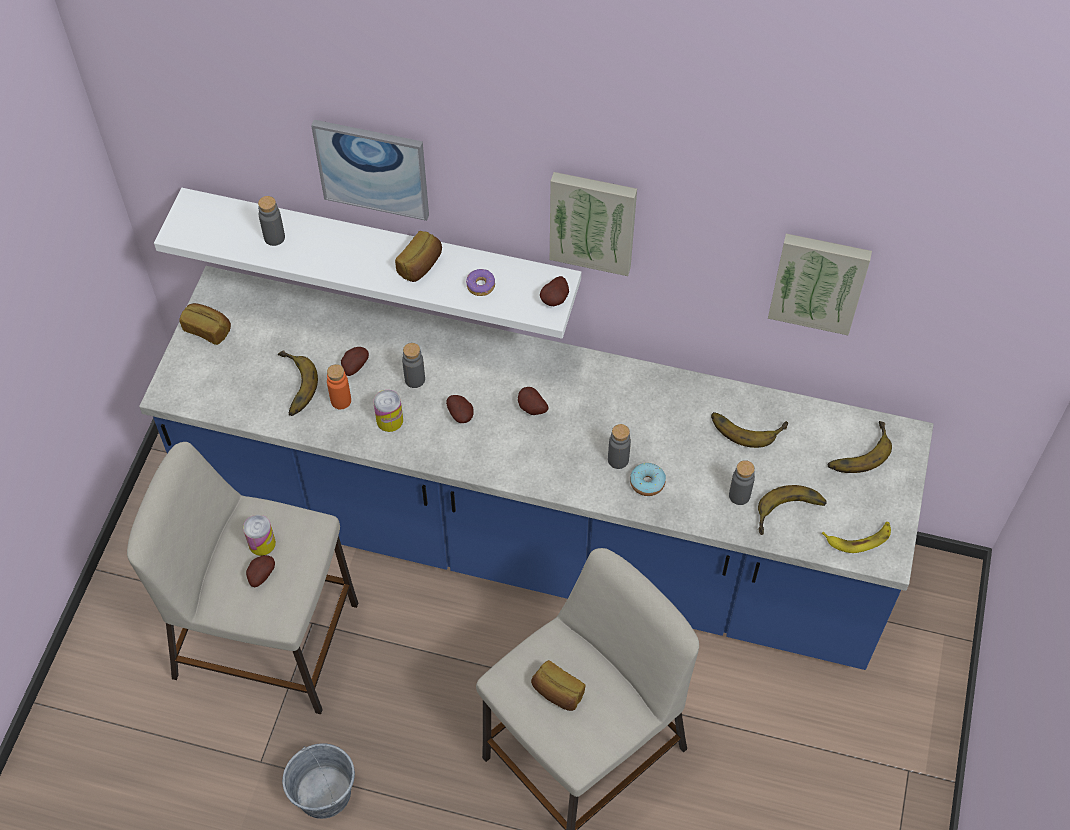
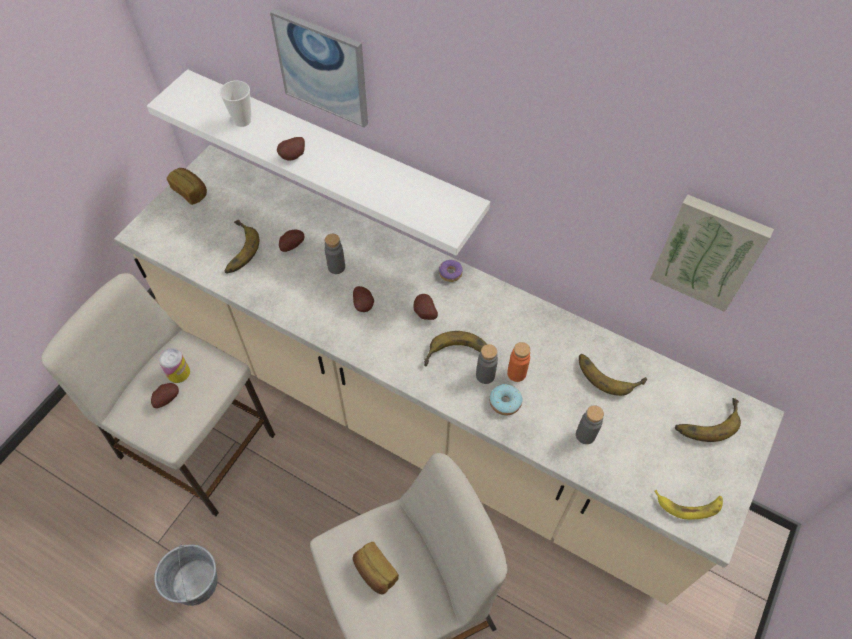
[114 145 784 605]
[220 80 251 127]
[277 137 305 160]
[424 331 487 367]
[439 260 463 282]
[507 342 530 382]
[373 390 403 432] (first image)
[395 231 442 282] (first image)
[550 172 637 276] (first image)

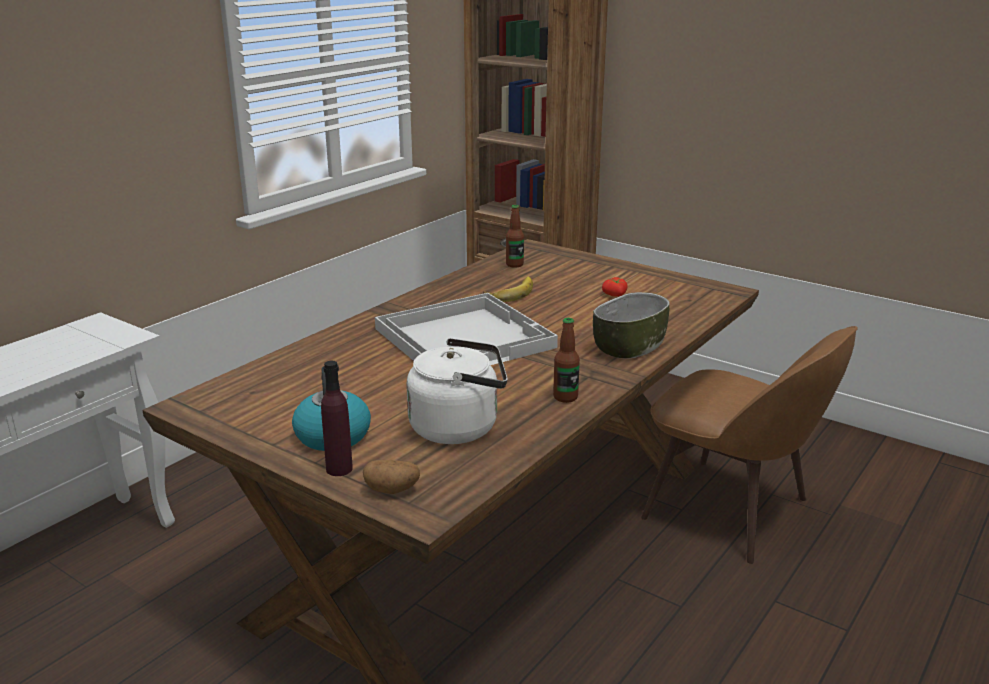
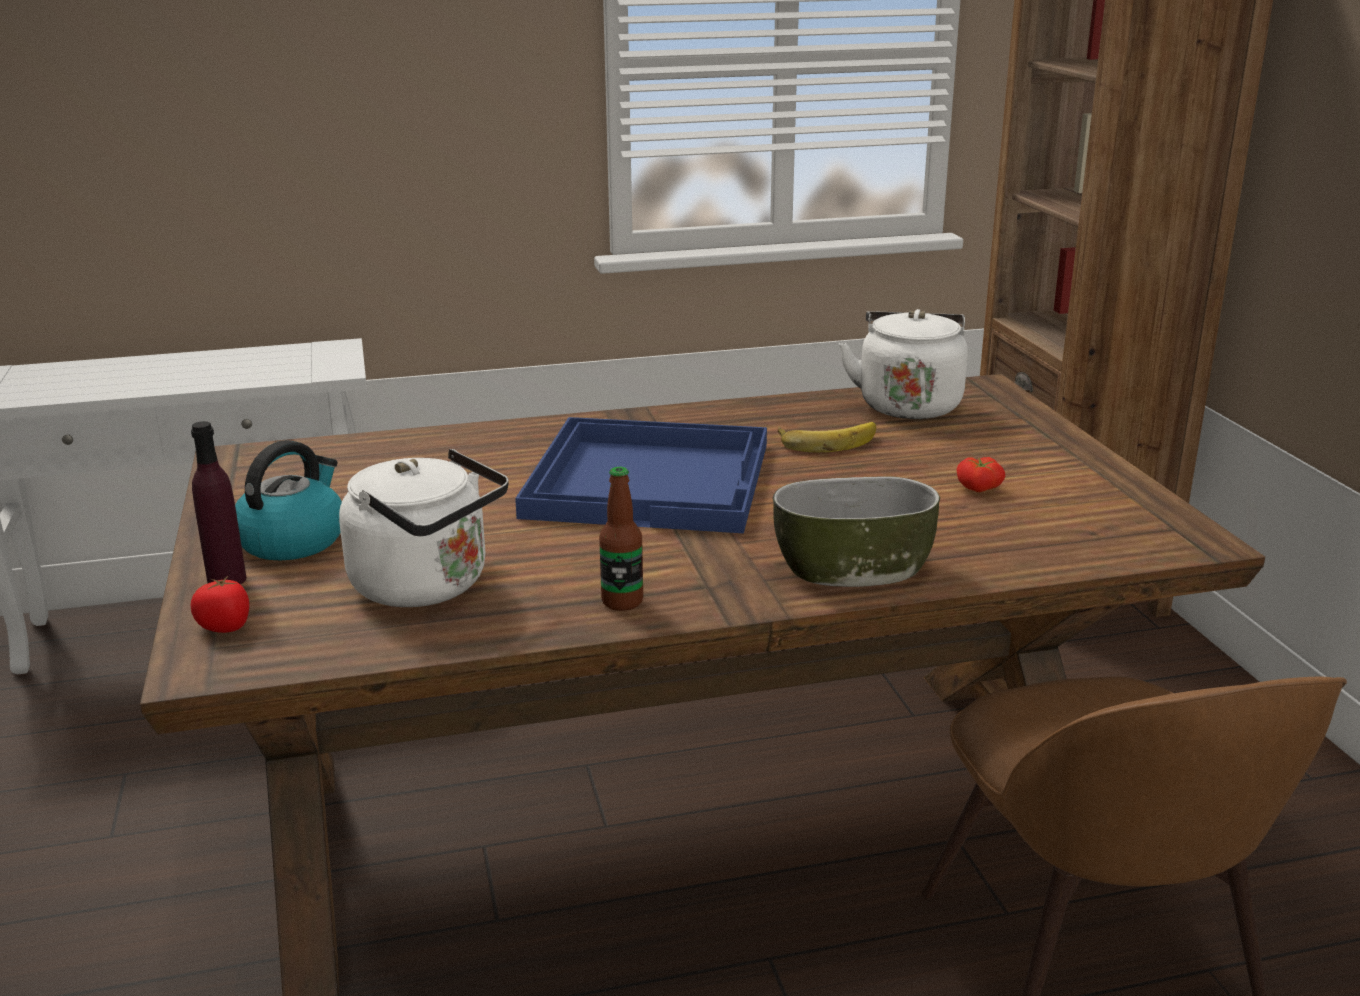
[191 575 249 633]
[515 417 767 533]
[839 309 968 419]

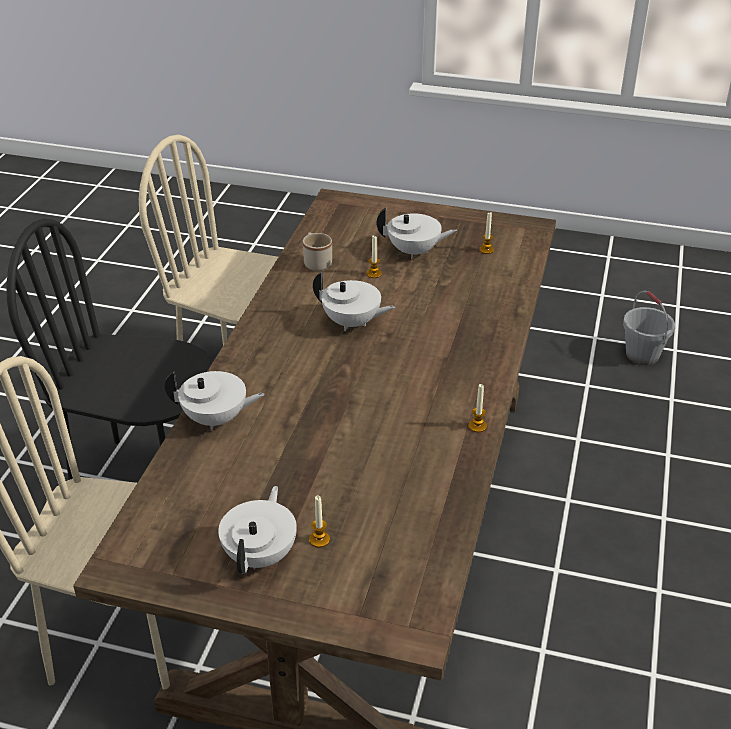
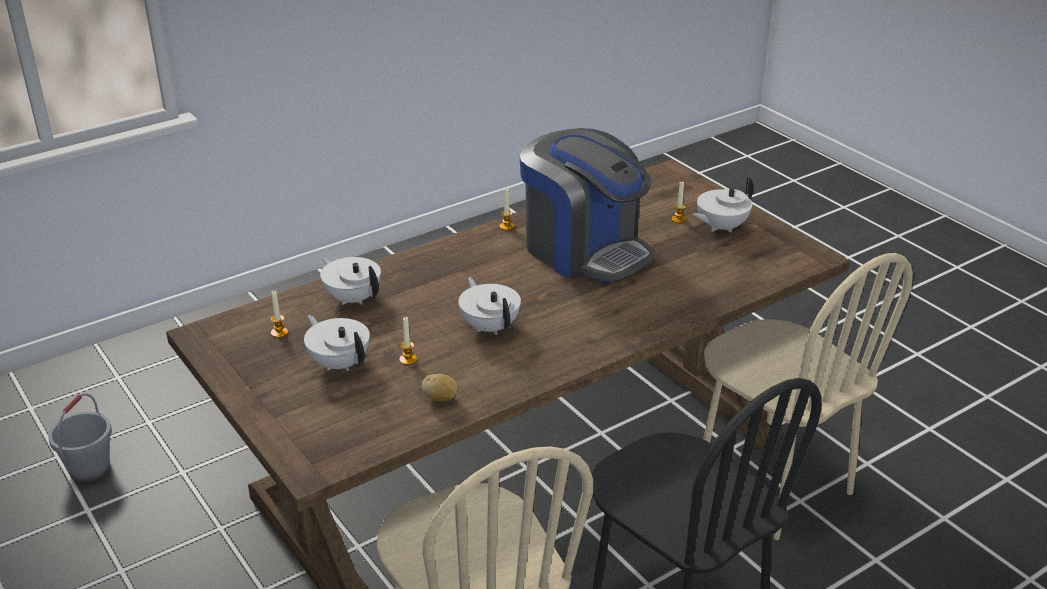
[320 255 381 305]
[422 374 458 402]
[519 128 654 282]

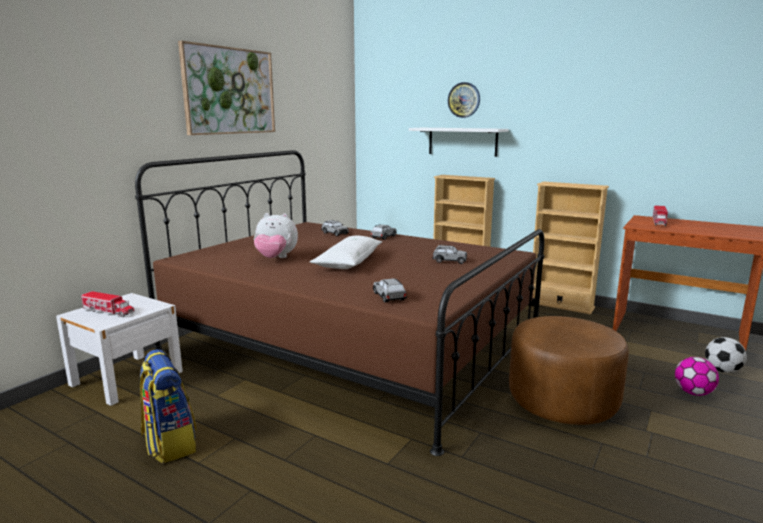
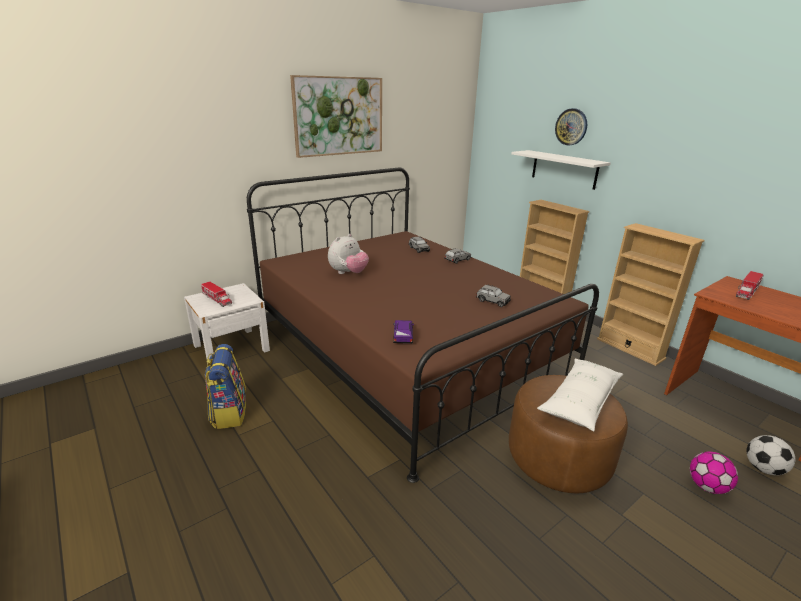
[328 234 369 274]
[393 320 414 343]
[537 359 623 431]

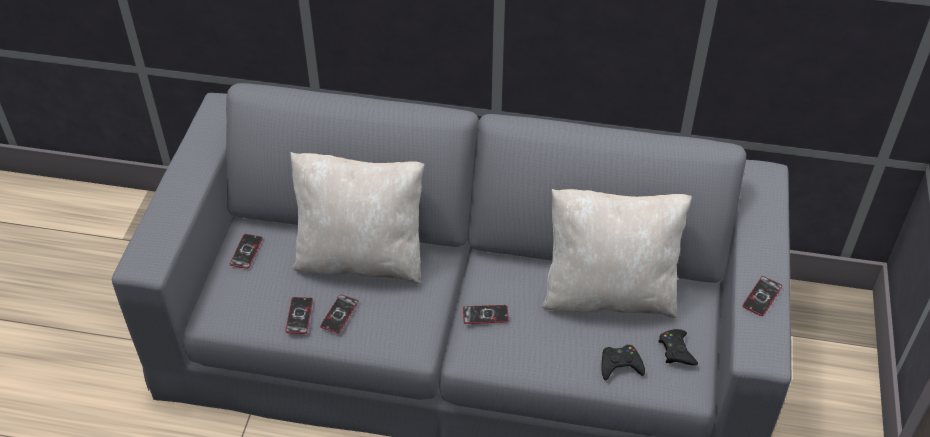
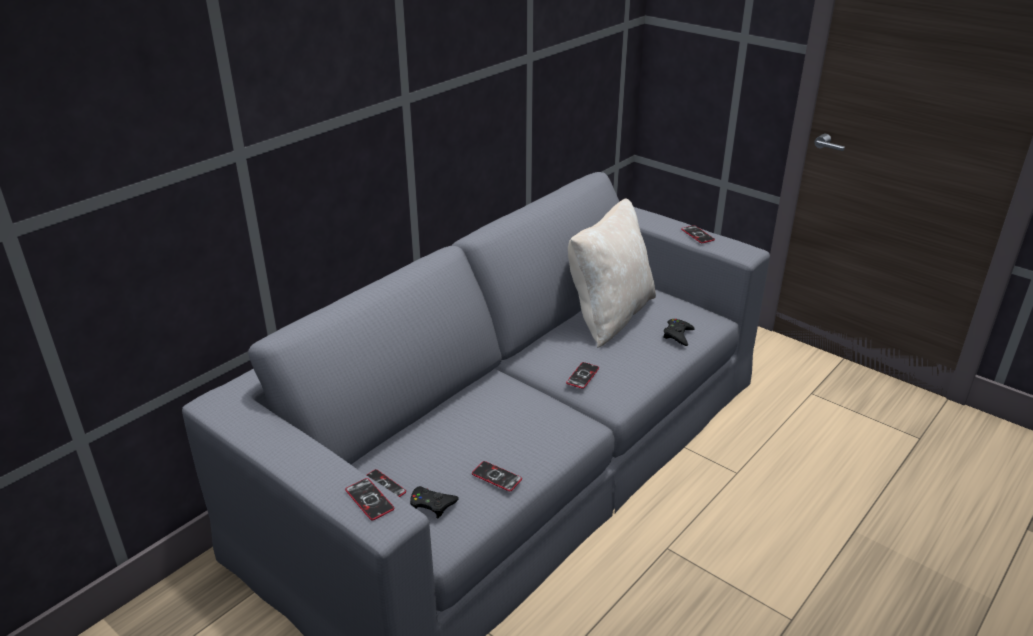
[345 478 395 520]
[410 486 459 518]
[290 152 424 284] (first image)

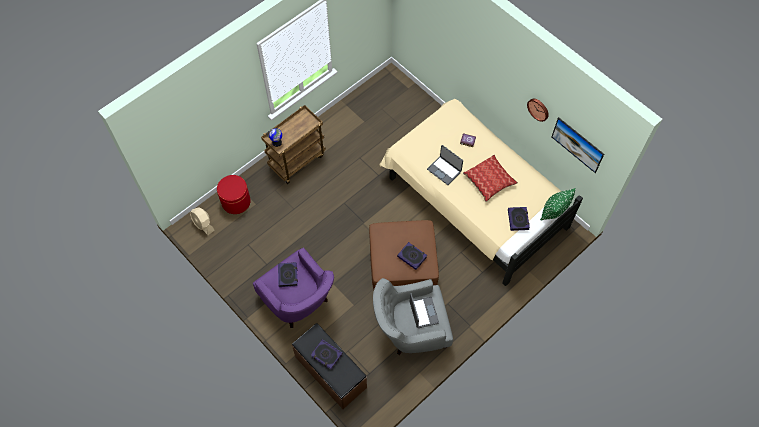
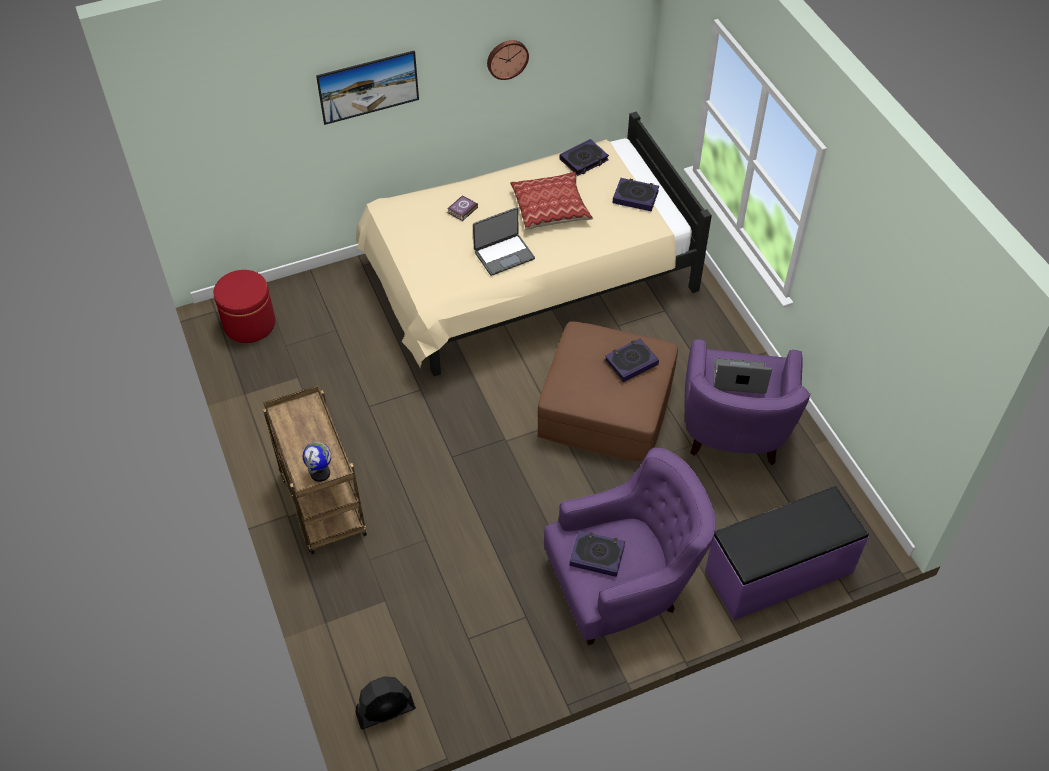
[214 270 275 343]
[316 51 419 125]
[355 676 416 729]
[560 139 609 176]
[684 339 810 465]
[705 486 869 620]
[540 188 576 221] (first image)

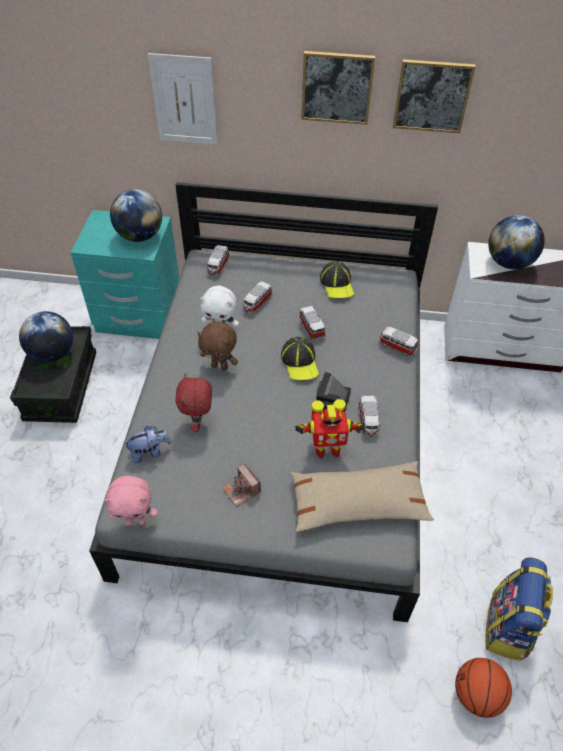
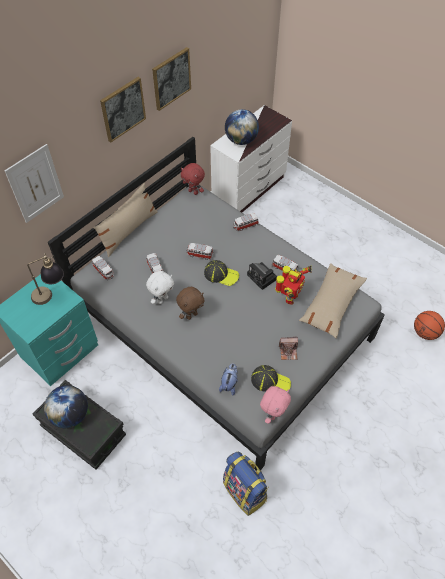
[27 253 64 305]
[94 183 158 257]
[181 163 205 195]
[223 452 269 516]
[251 365 291 391]

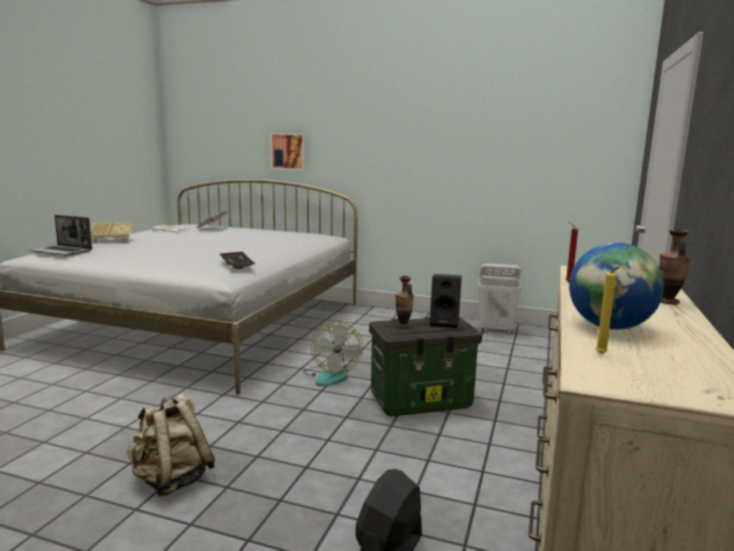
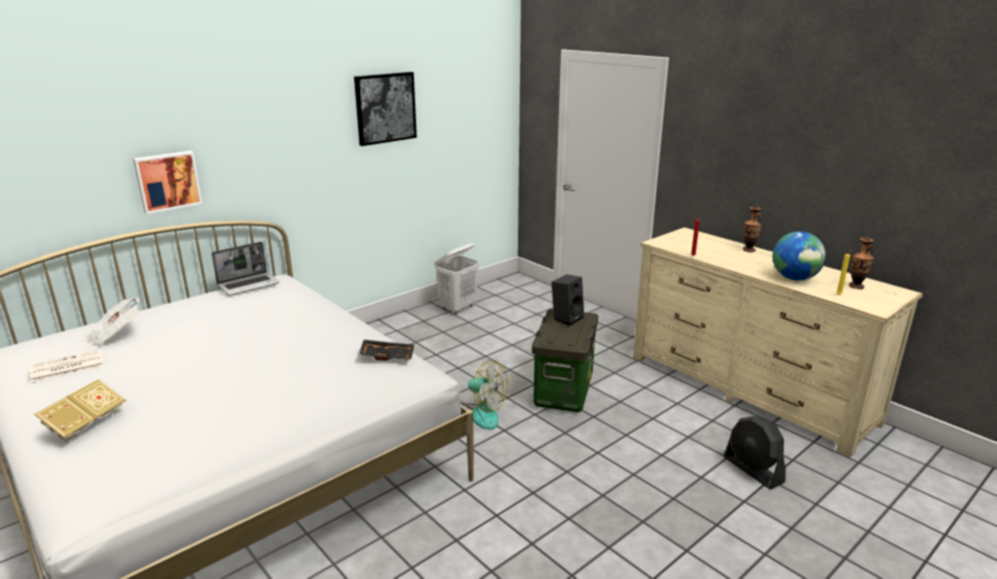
[212 242 280 295]
[354 72 417 146]
[849 238 873 289]
[127 394 215 497] (first image)

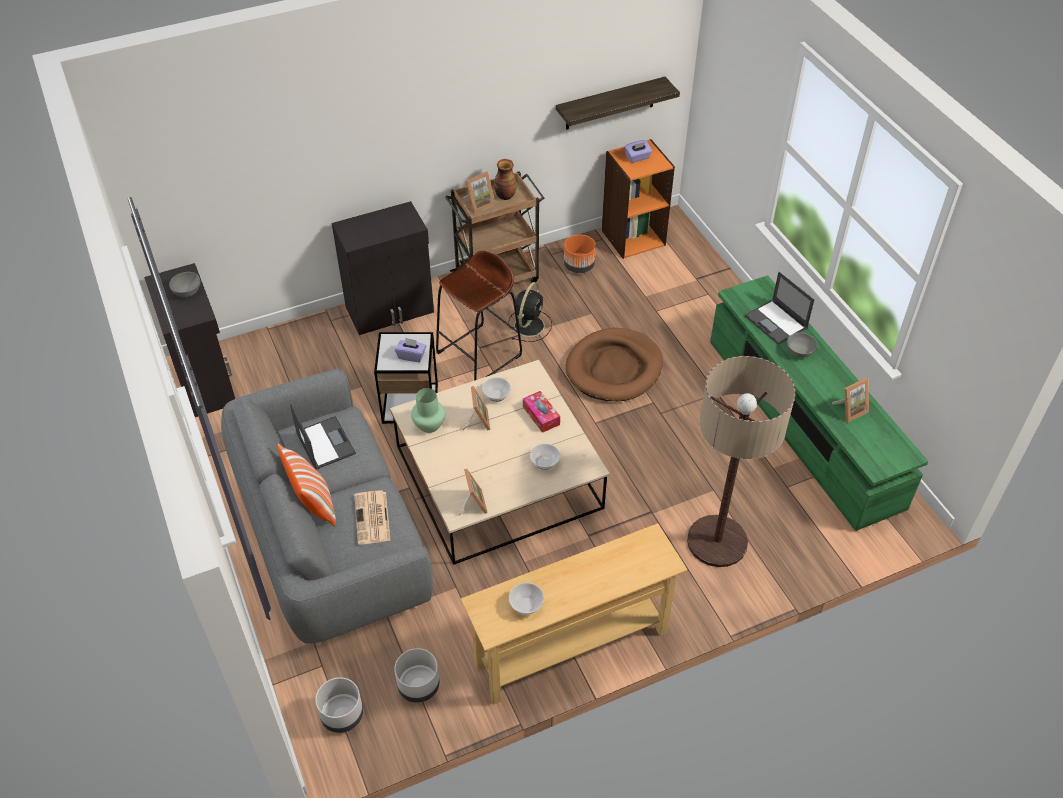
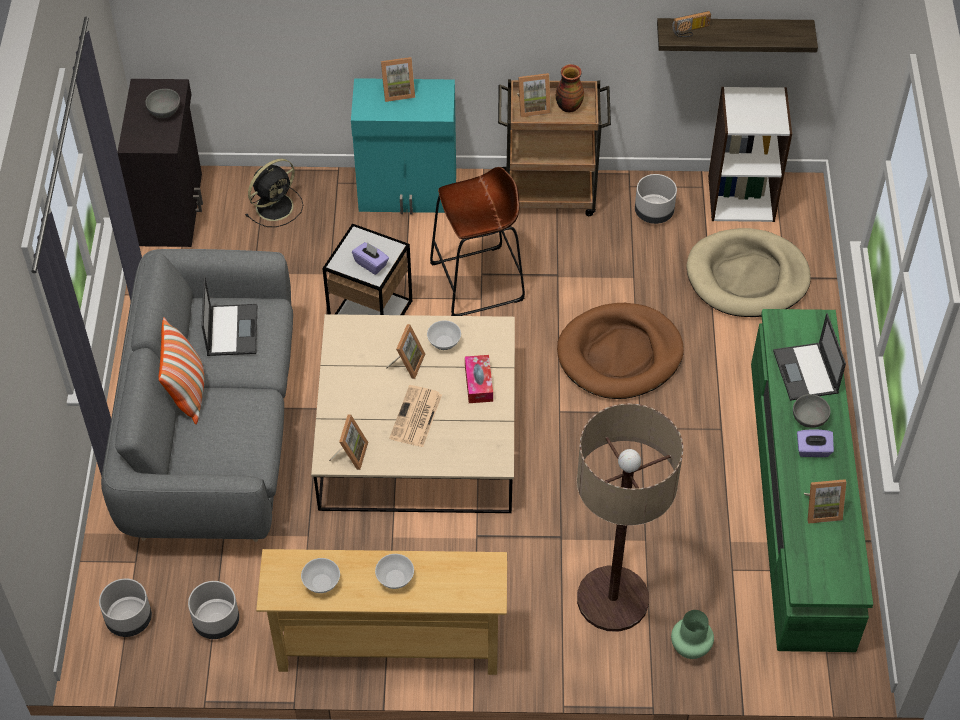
[246 159 303 227]
[351 78 456 214]
[375 554 414 589]
[381 57 415 102]
[389 385 442 447]
[635 174 677 224]
[671 610 714 659]
[672 11 711 37]
[686 228 811 317]
[708 87 792 222]
[797 429 834 457]

